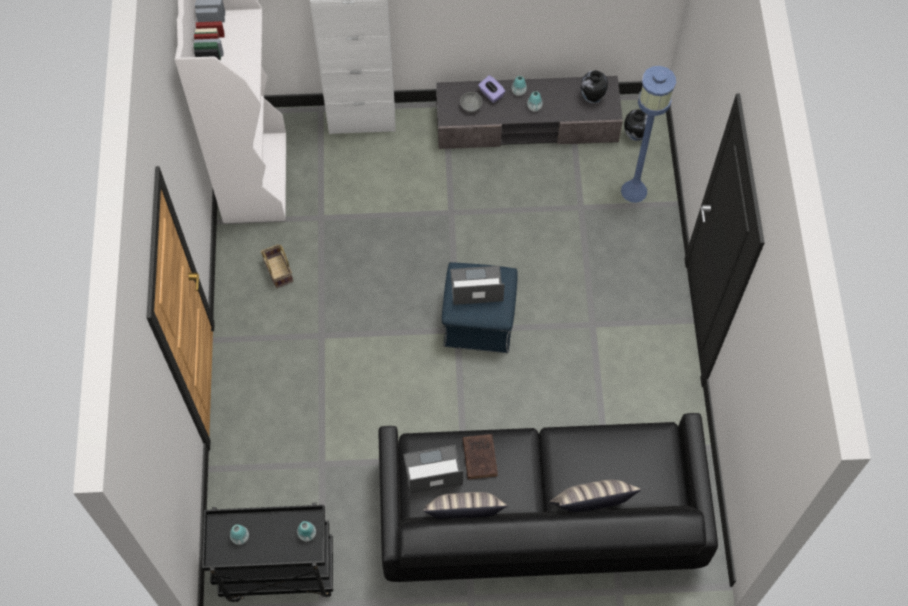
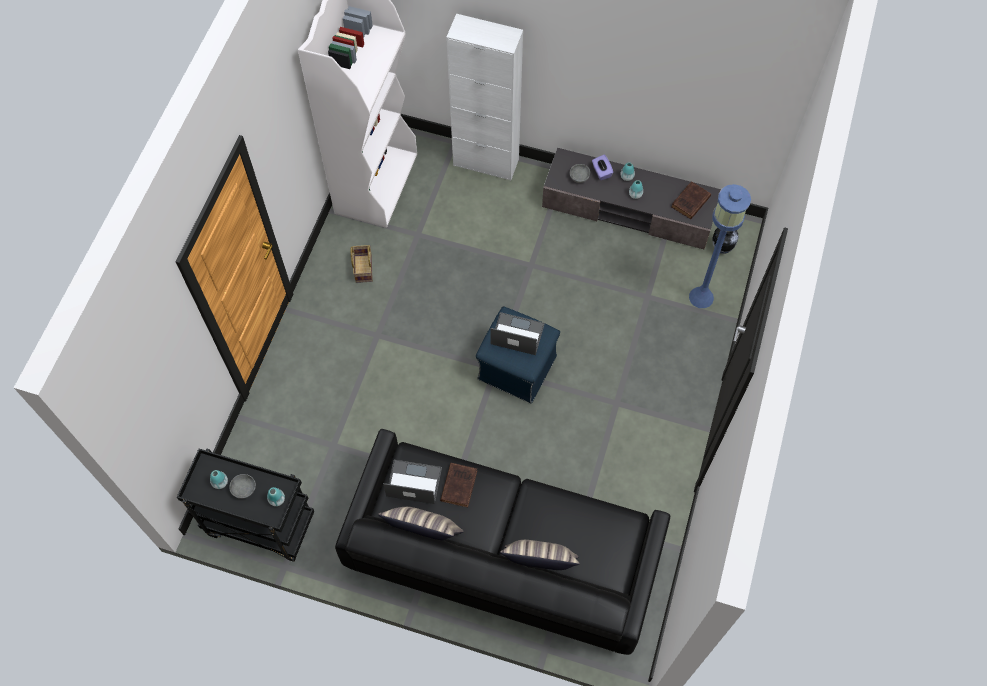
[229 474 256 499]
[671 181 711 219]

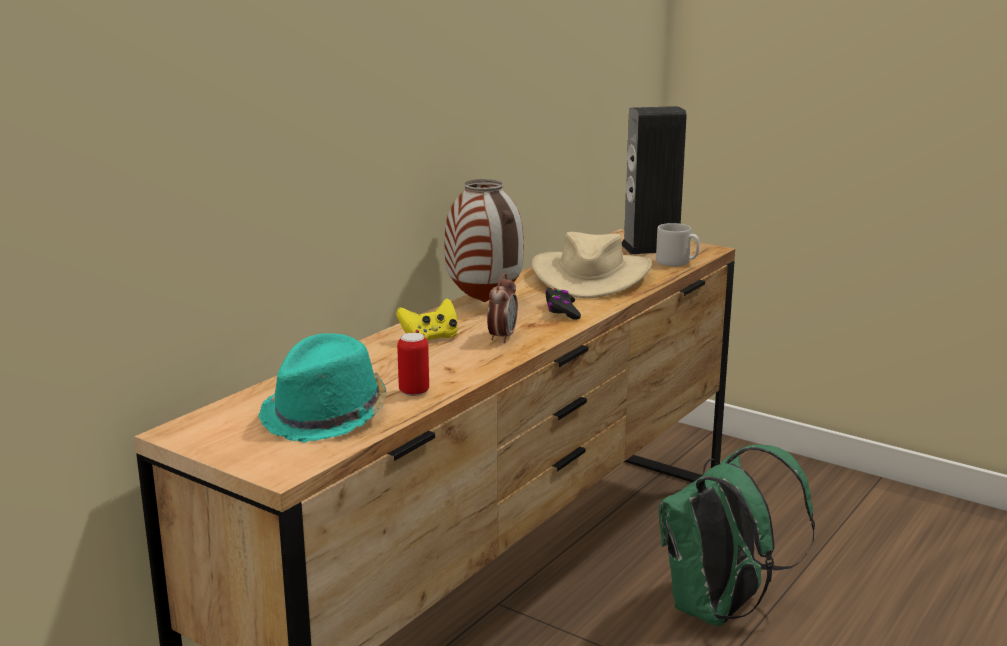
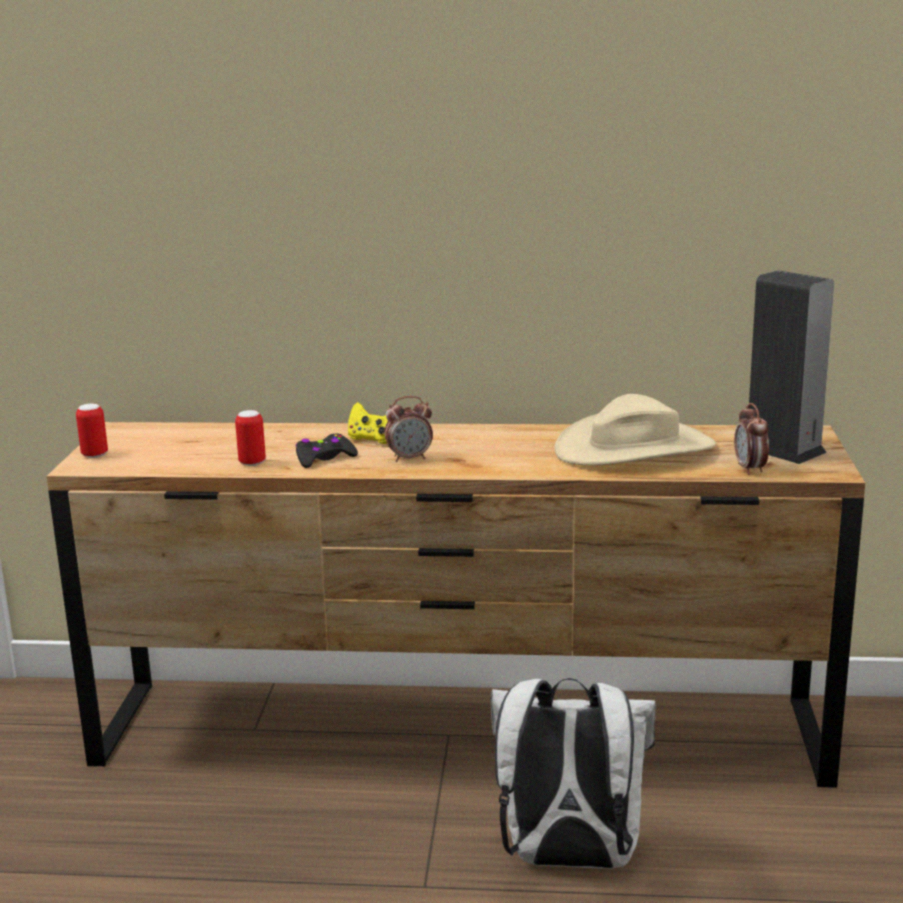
[76 404 108 458]
[296 433 358 468]
[490 678 656 869]
[734 403 769 475]
[259 333 386 443] (first image)
[444 179 524 302] (first image)

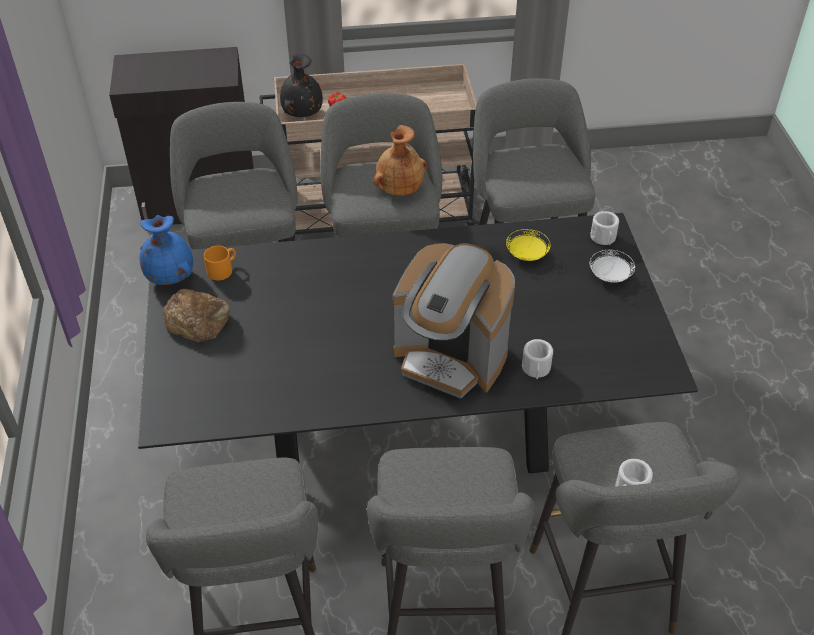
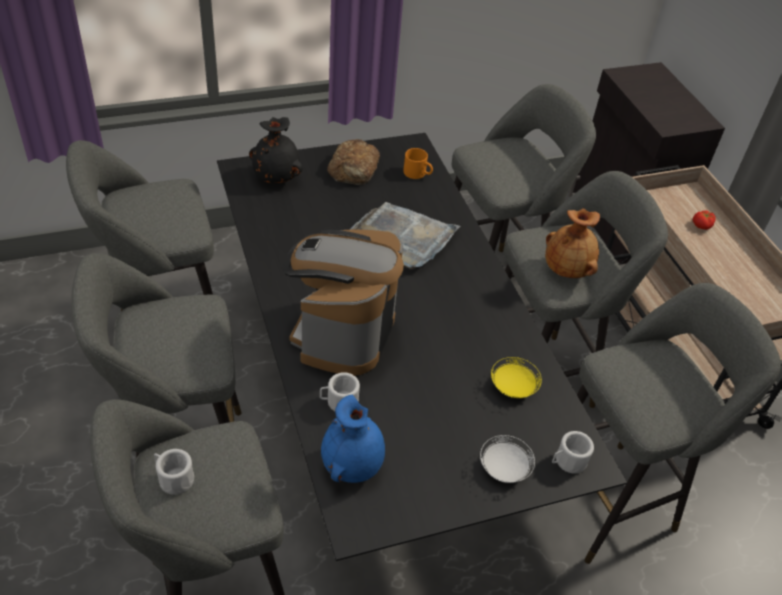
[249 117 303 183]
[321 395 385 483]
[349 202 460 269]

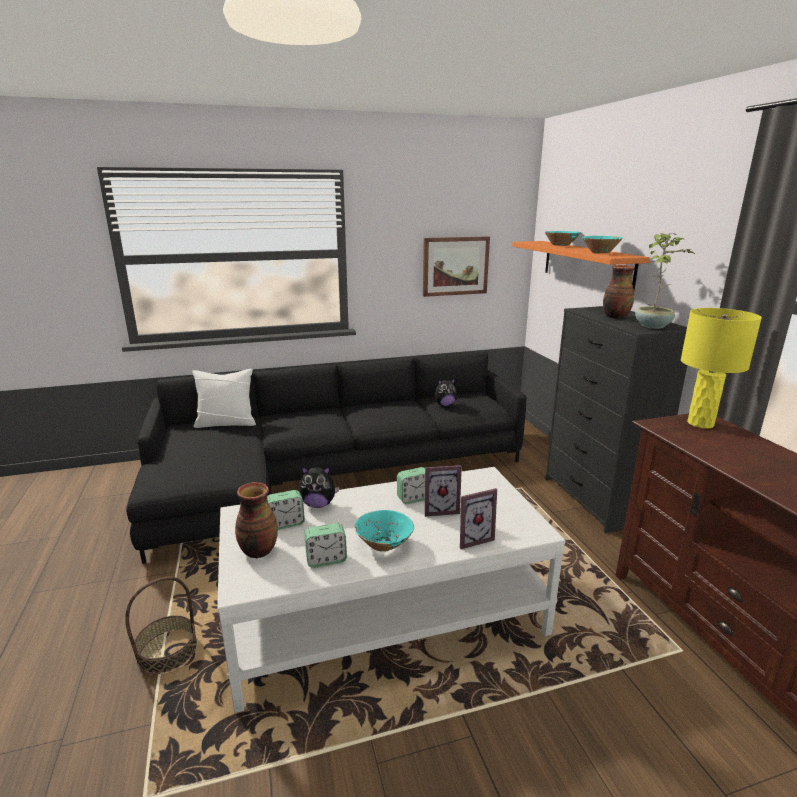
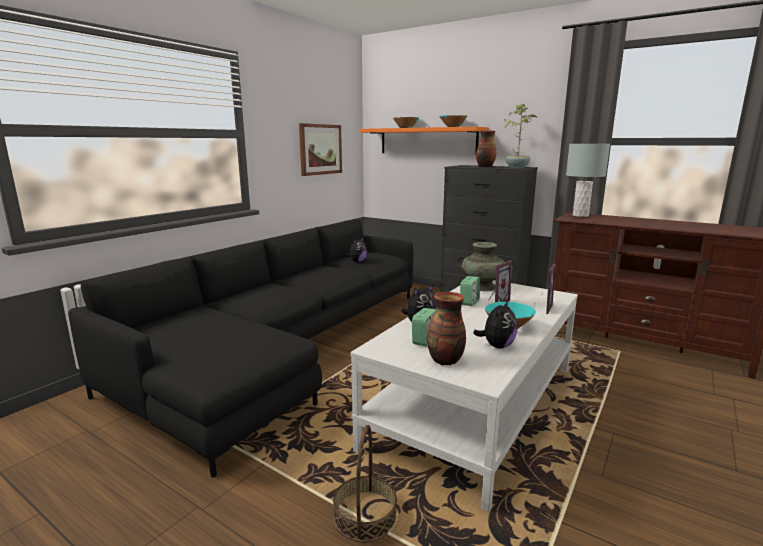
[457 242 513 291]
[473 300 517 349]
[566 144 610 217]
[192 369 256 428] (first image)

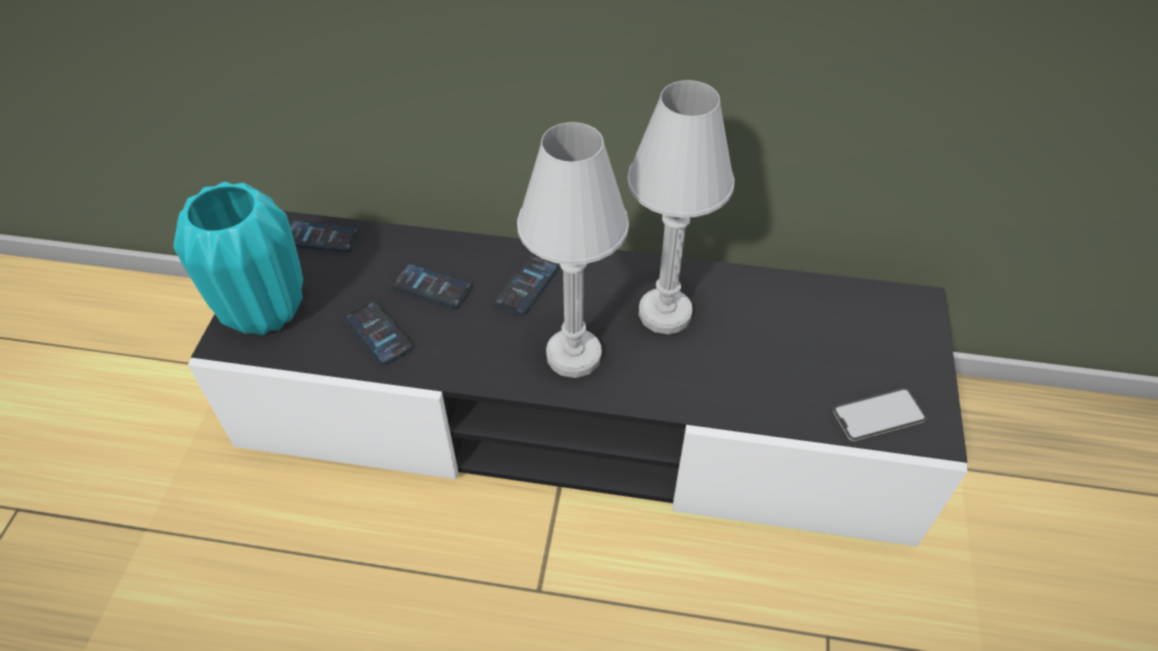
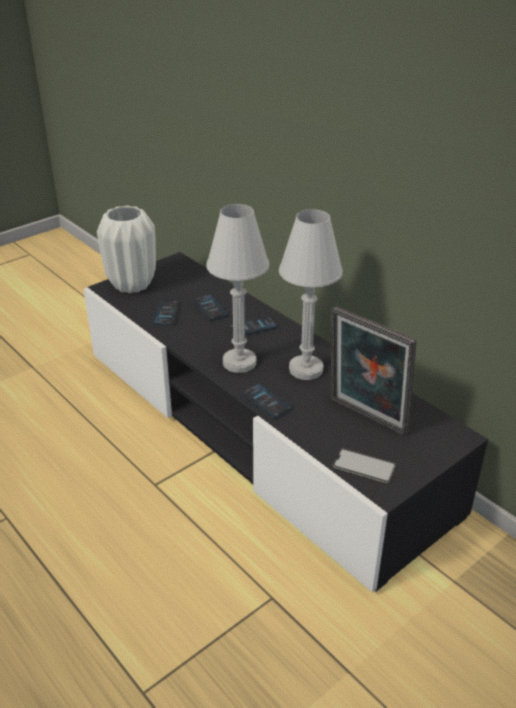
[97 206 156 293]
[241 383 292 418]
[331 306 416 436]

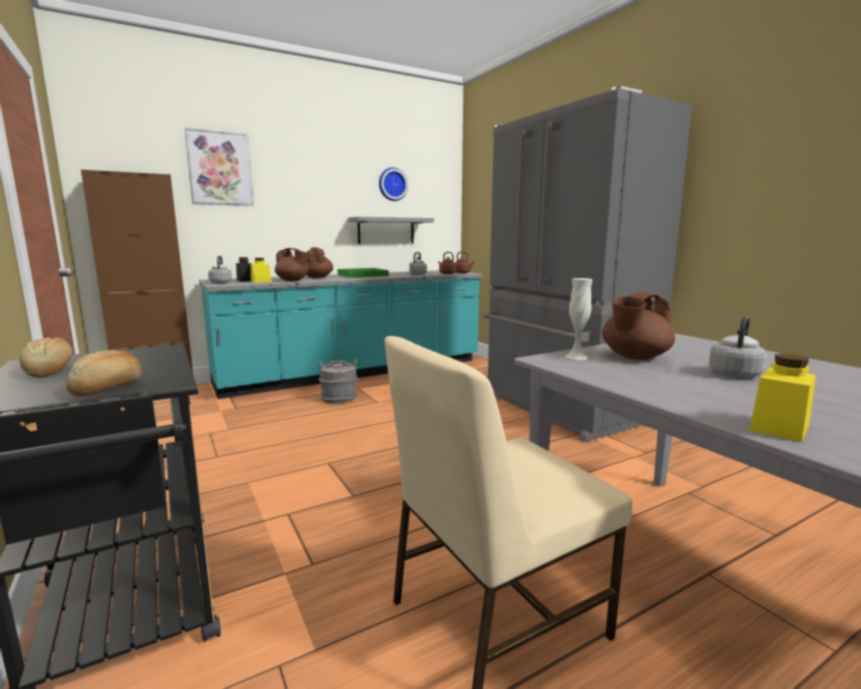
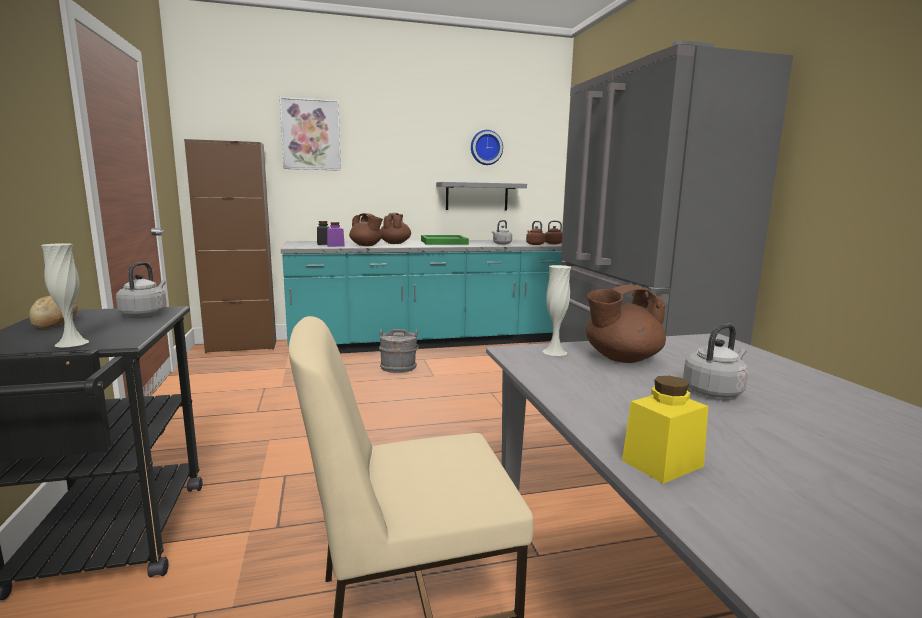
[40 243 89 348]
[116 262 167 317]
[327 222 345 247]

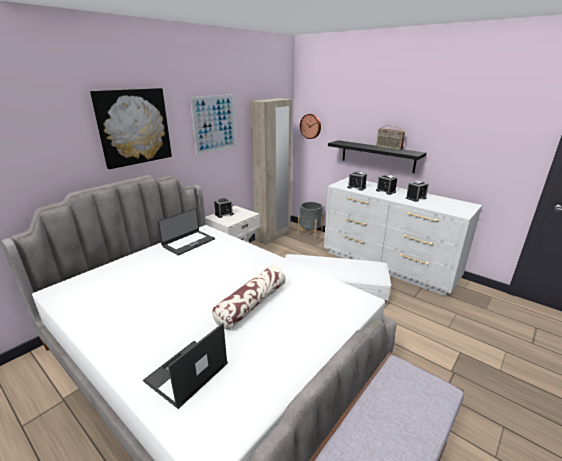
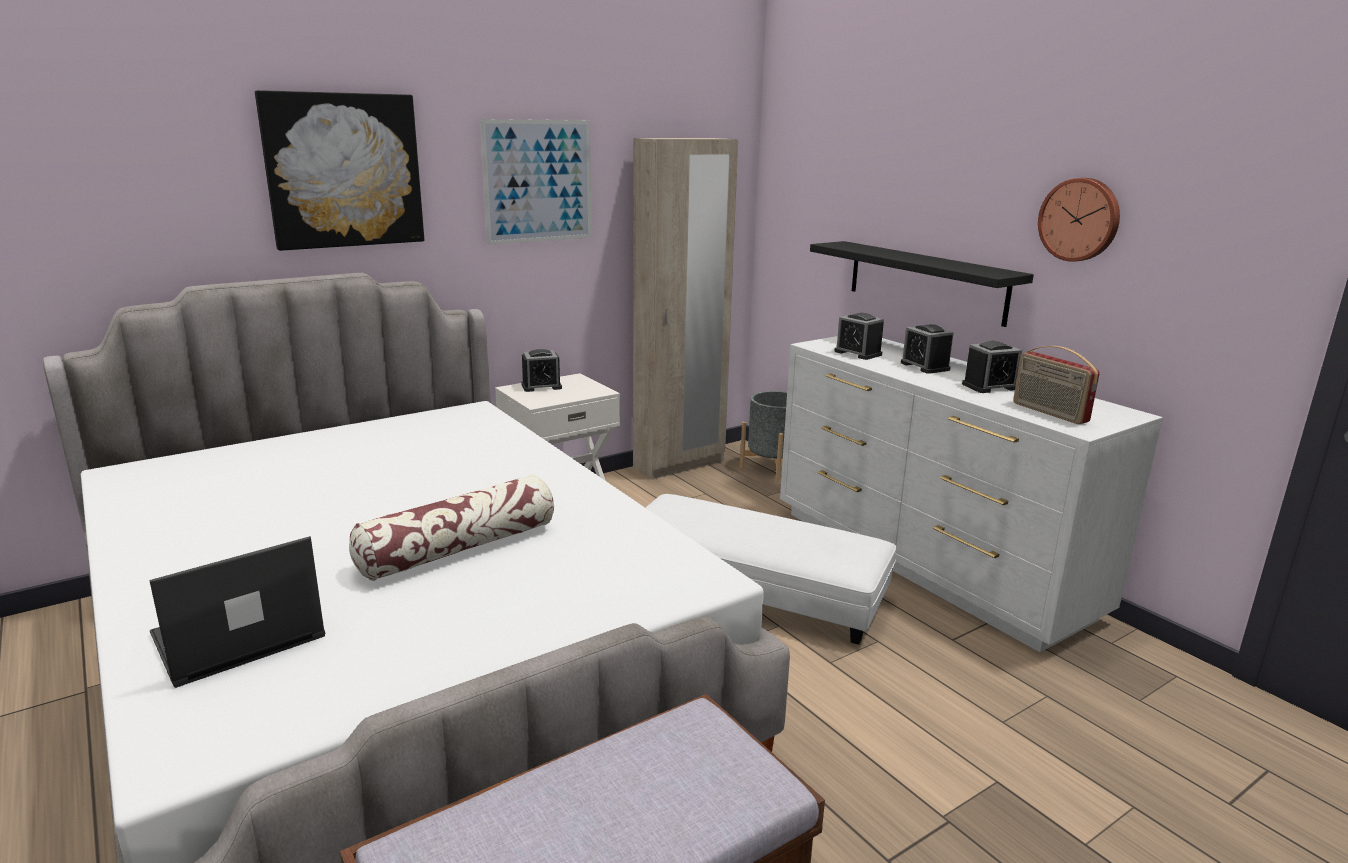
[1013 346 1100 424]
[1038 178 1120 262]
[157 208 215 255] (first image)

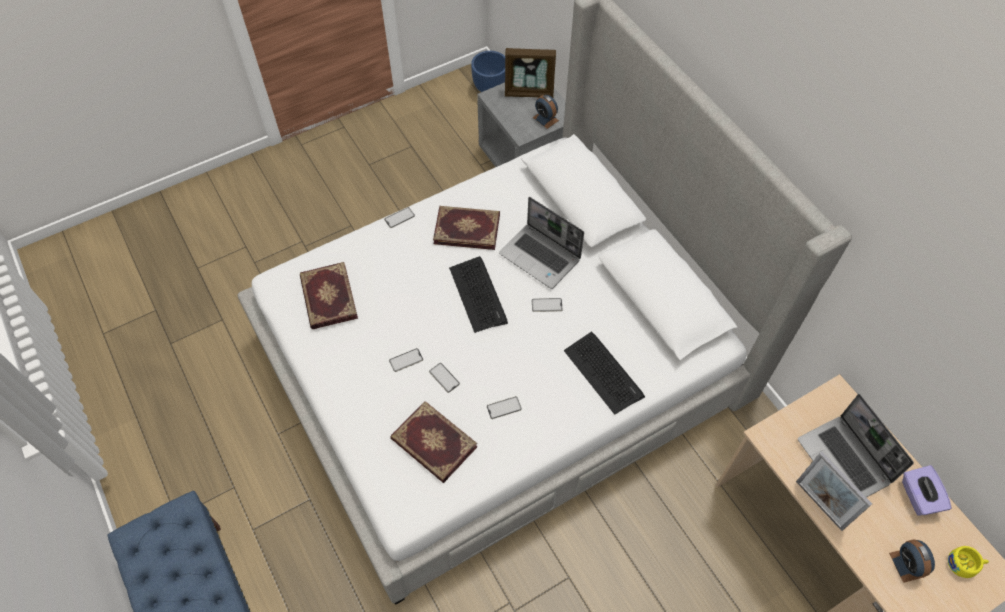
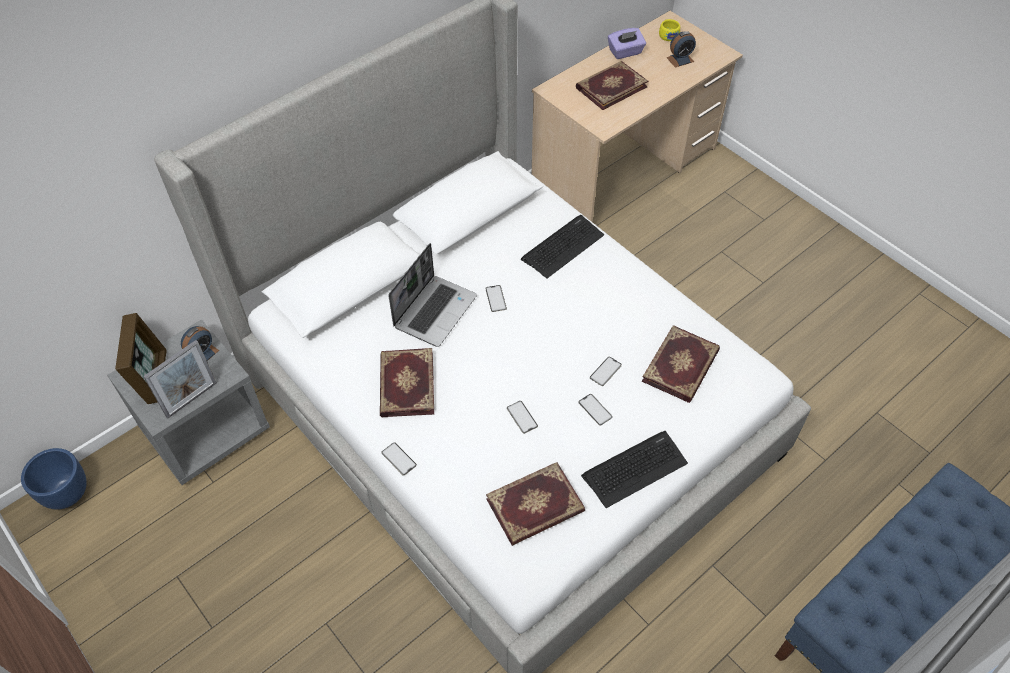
[143 340 217 418]
[507 401 538 434]
[576 61 648 110]
[581 431 688 508]

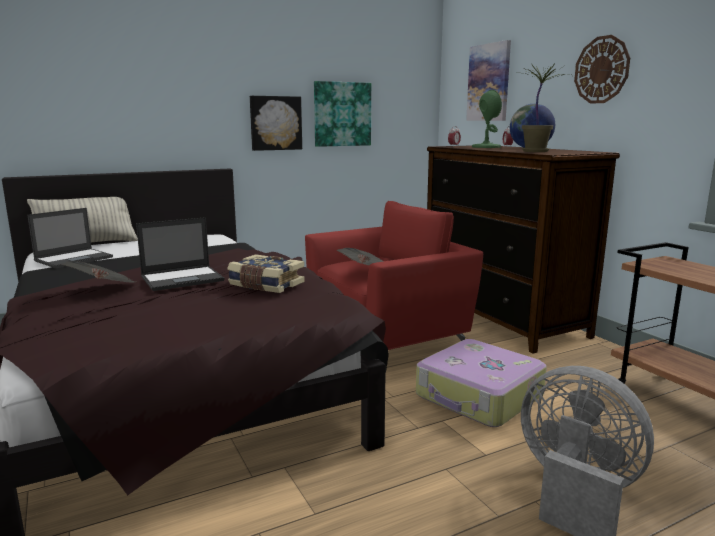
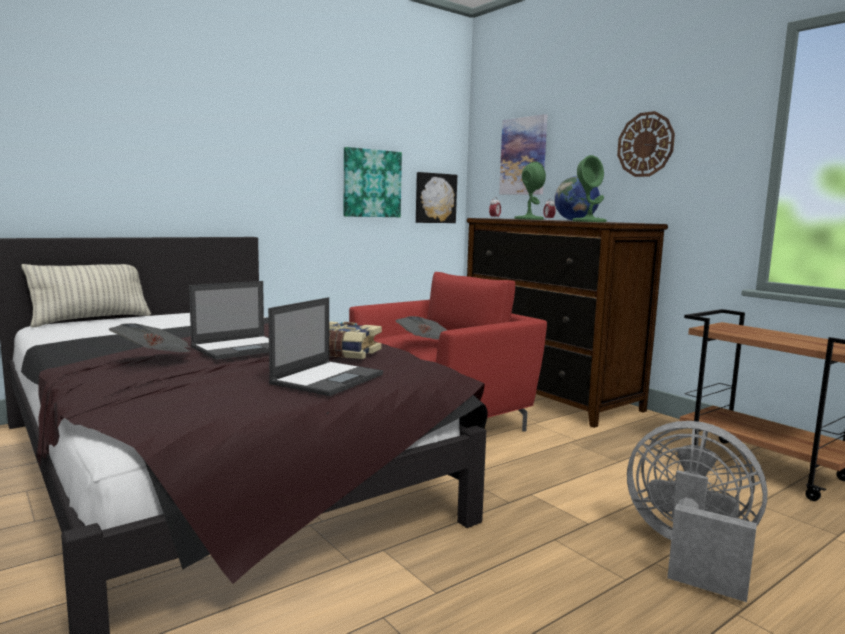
[268 297 383 396]
[416 172 457 223]
[572 155 607 222]
[416 339 547 427] (first image)

